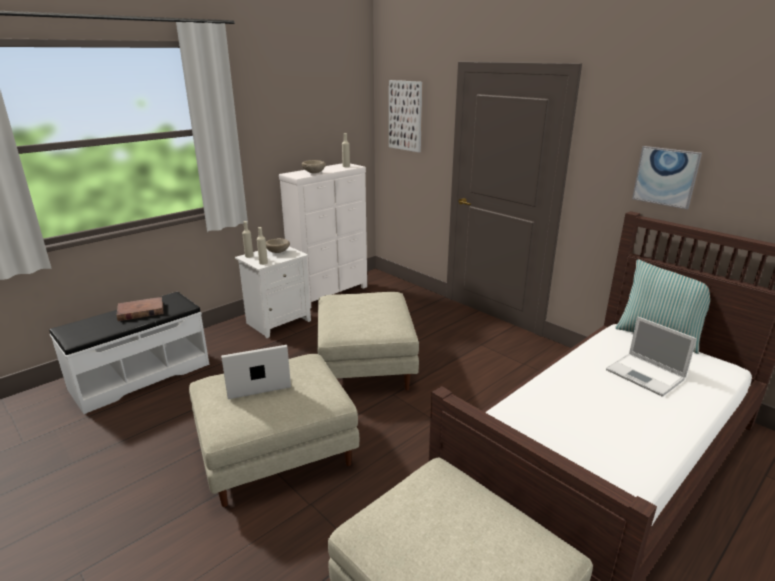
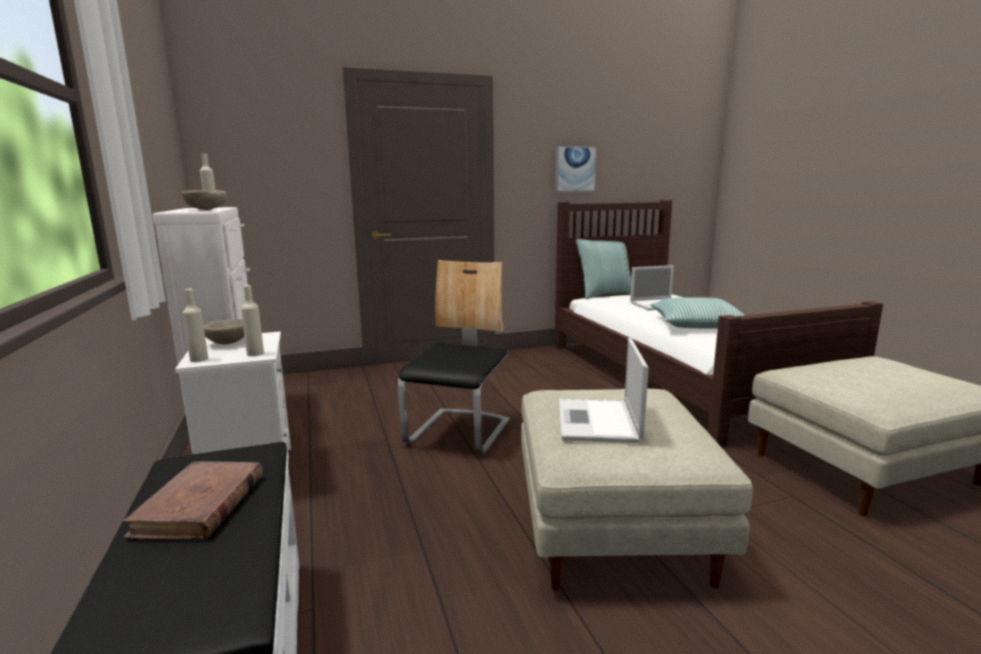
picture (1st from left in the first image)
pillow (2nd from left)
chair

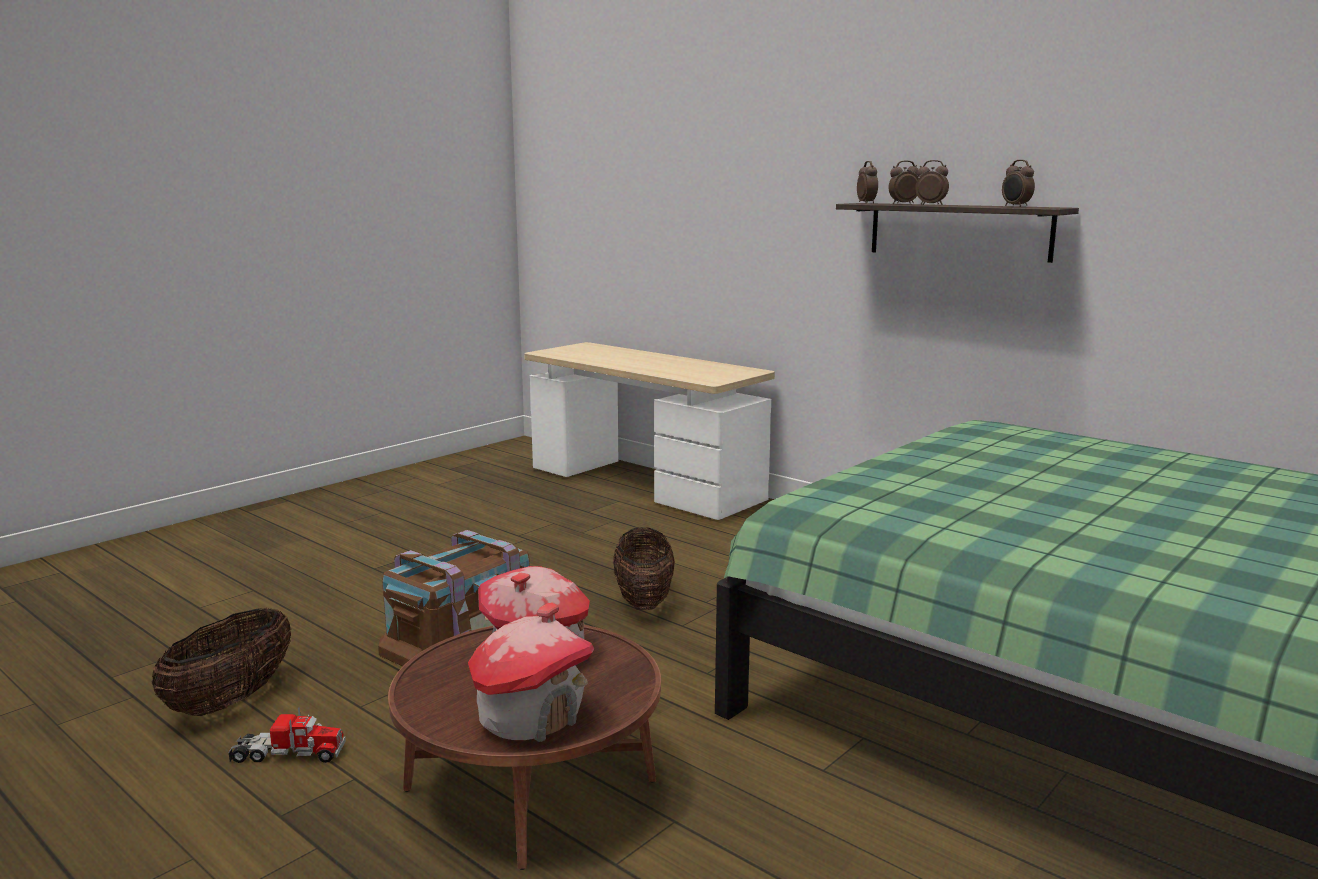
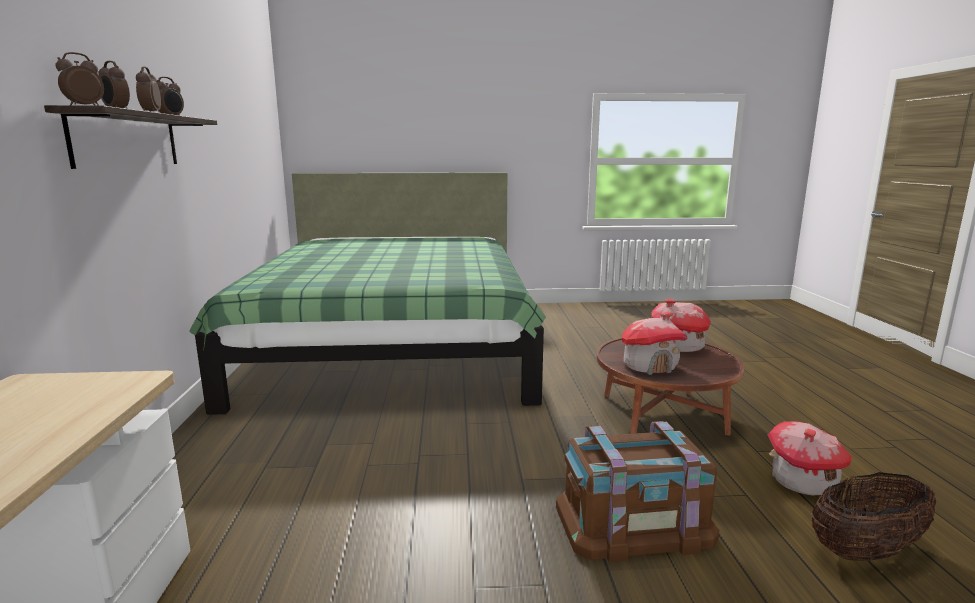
storage basket (2nd from left in the first image)
model house (3rd from left)

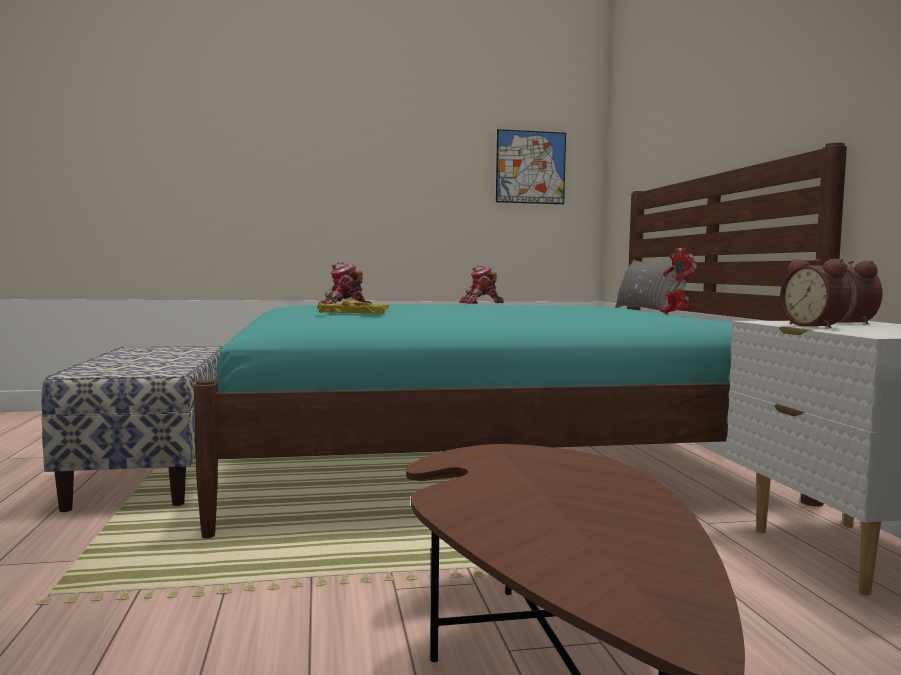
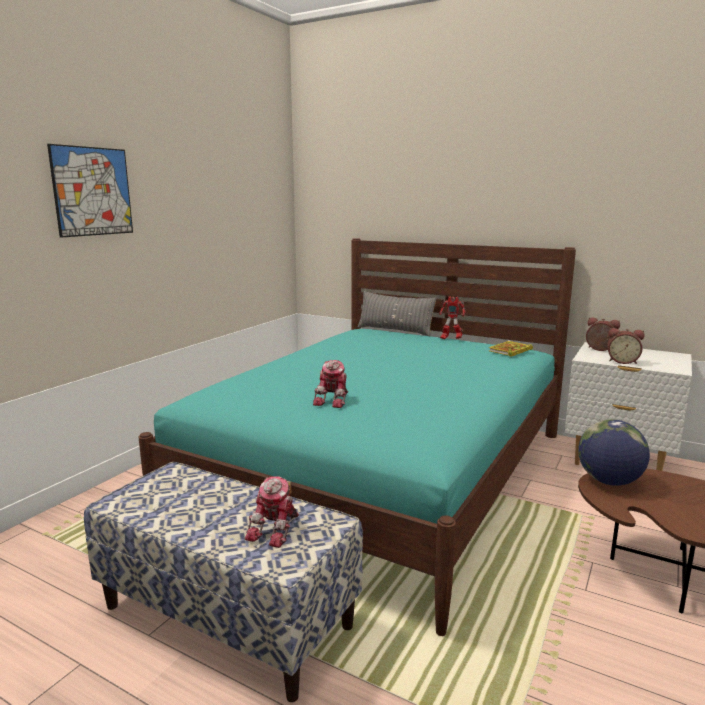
globe
book
toy robot (1st from left)
picture

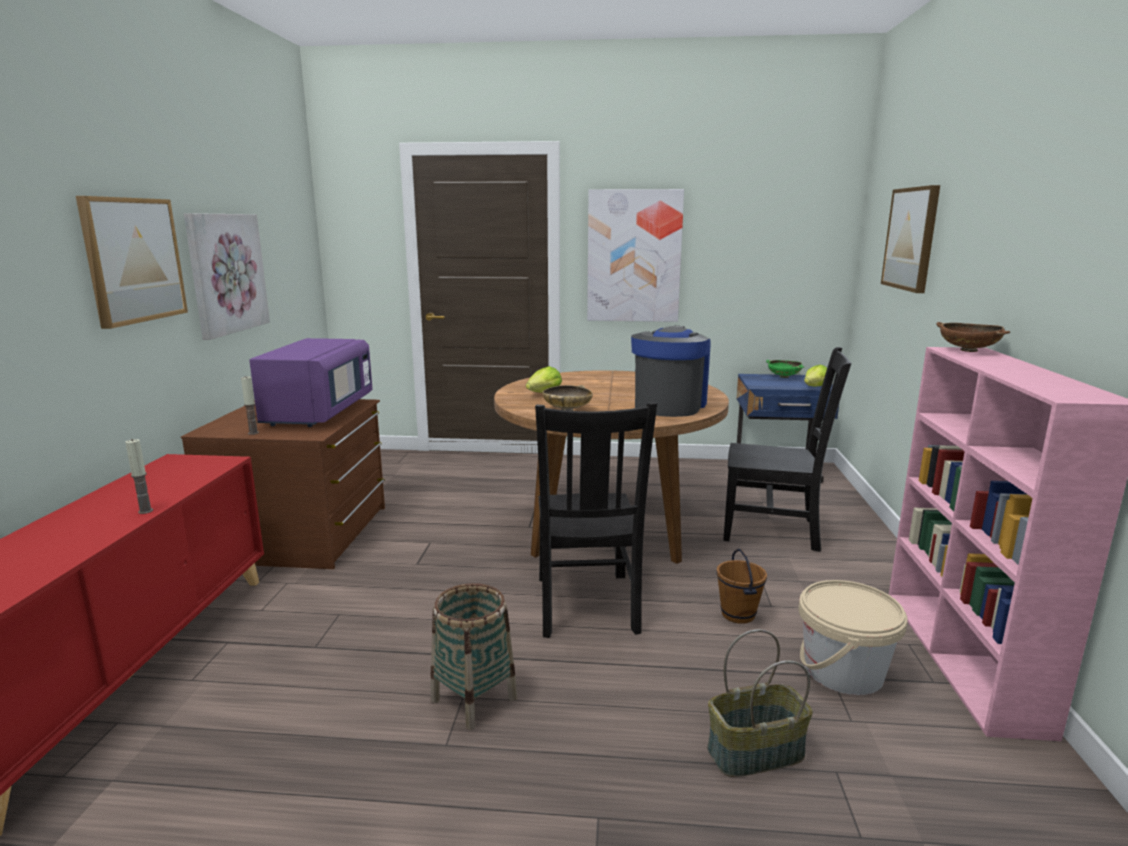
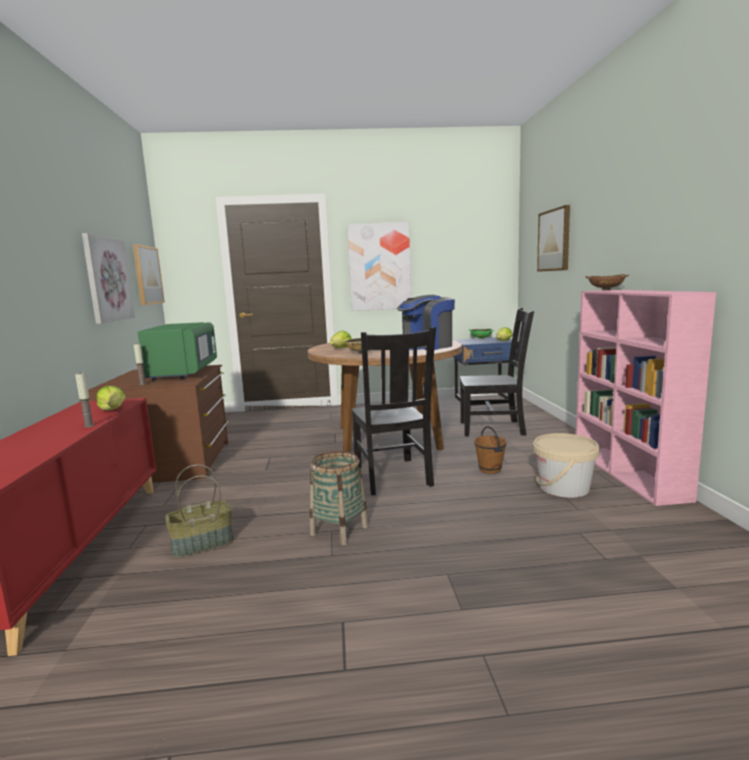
lettuce (1st from left)
picture (2nd from left)
storage basket (1st from left)
microwave oven/green-coloured
coffee maker

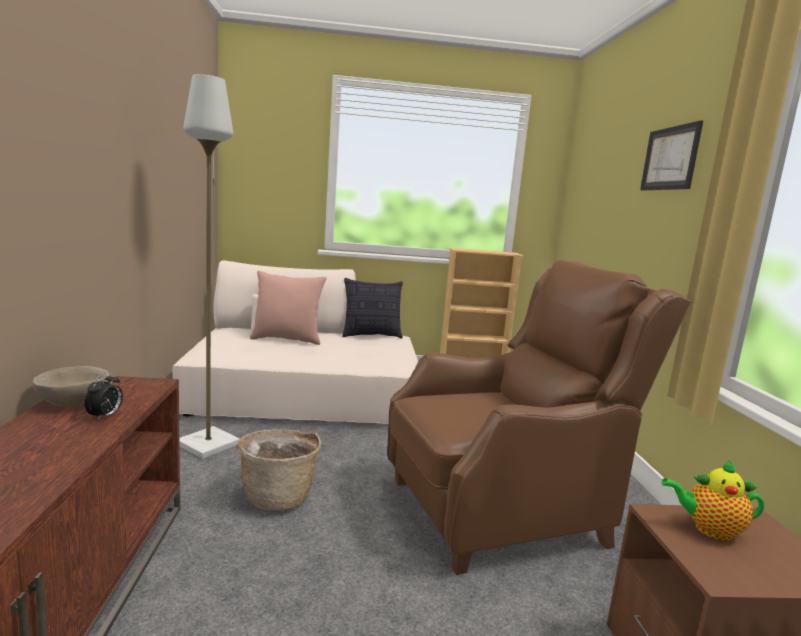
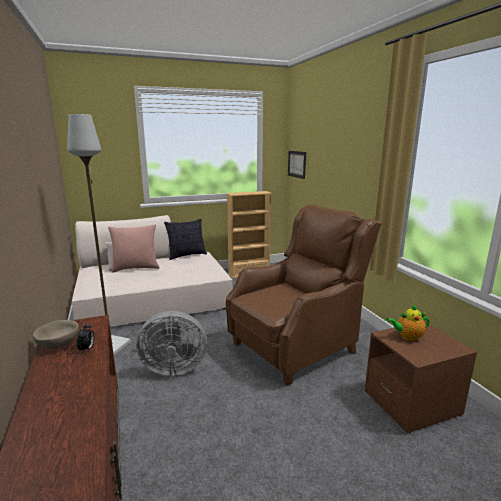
picture
electric fan/grey

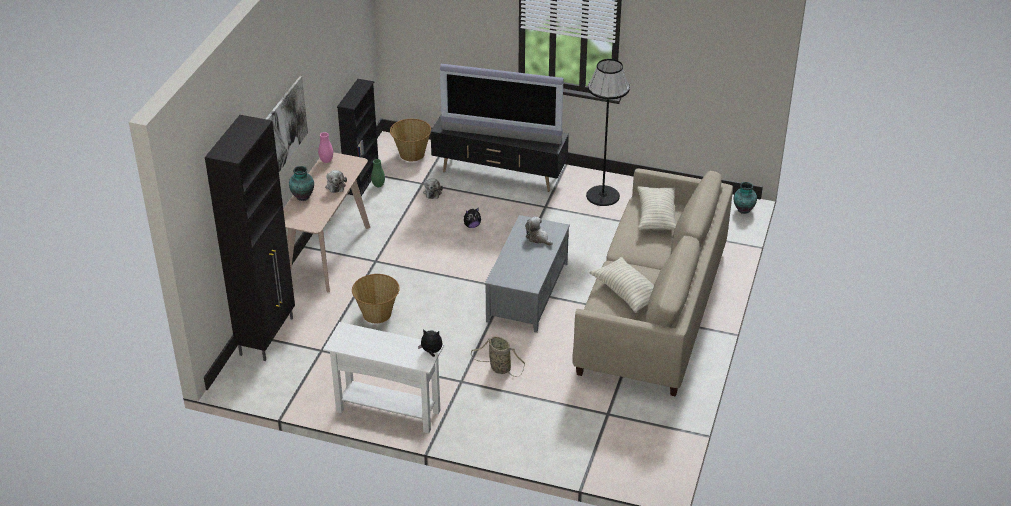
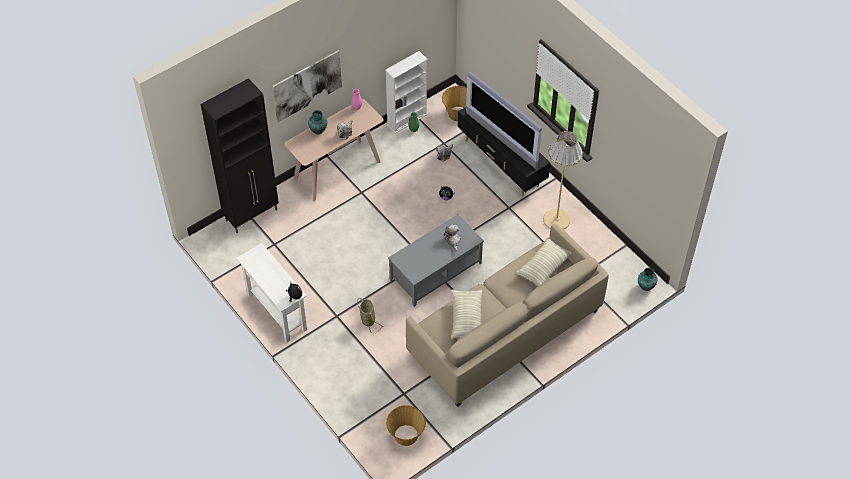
storage basket (2nd from left)
bookshelf/white
standing lamp/beige-coloured

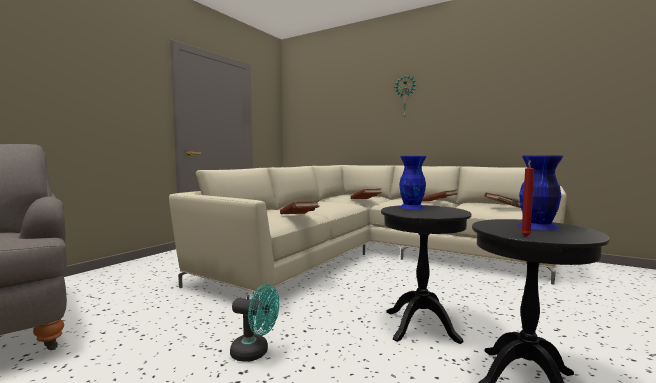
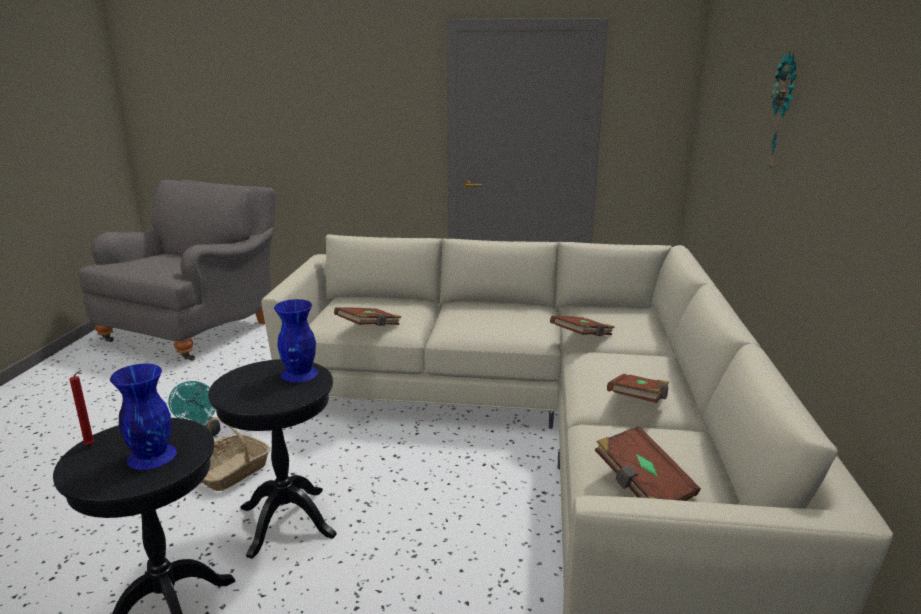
storage basket

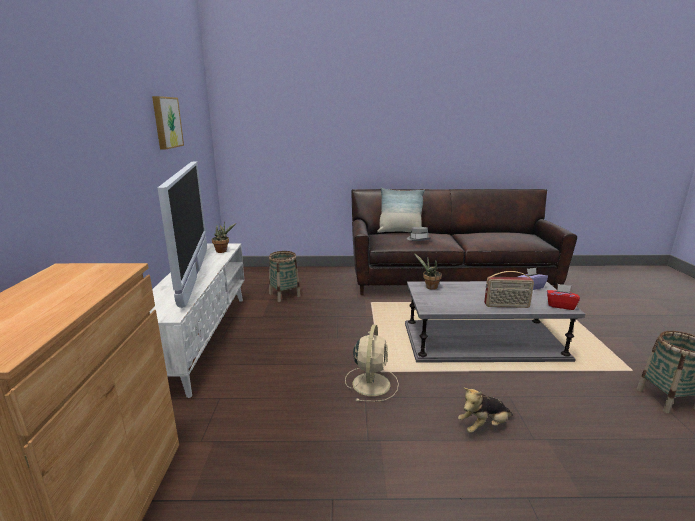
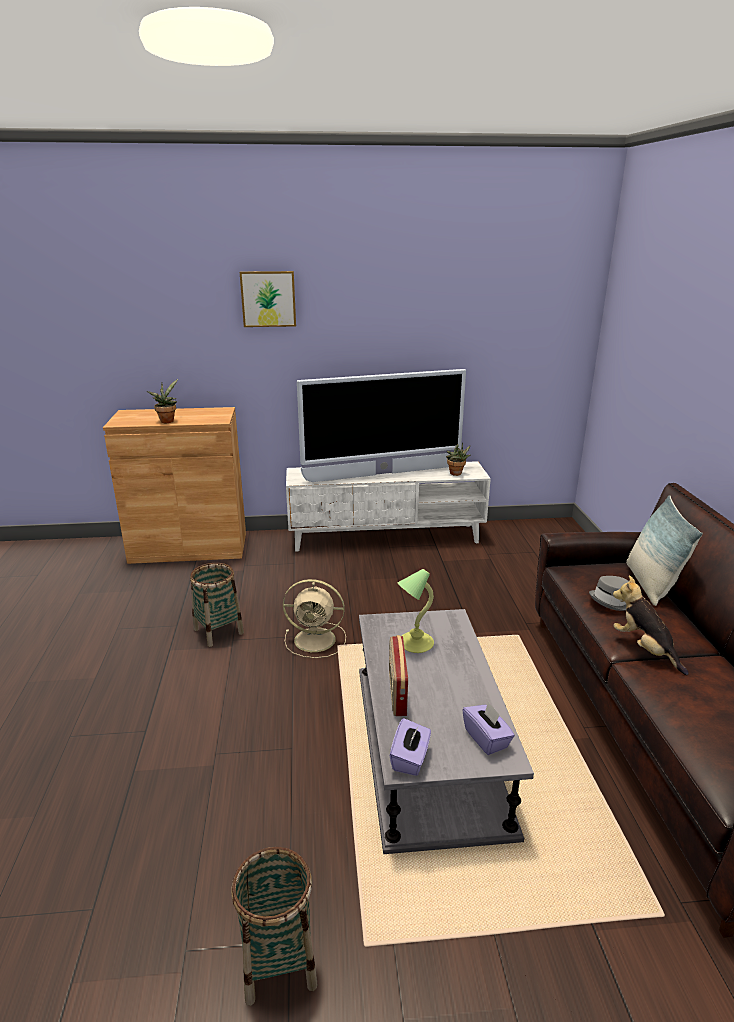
lamp for a table
picture
storage basket (1st from left)
plant in a pot (1st from left)
plush toy
box of tissues/purple-coloured (1st from left)

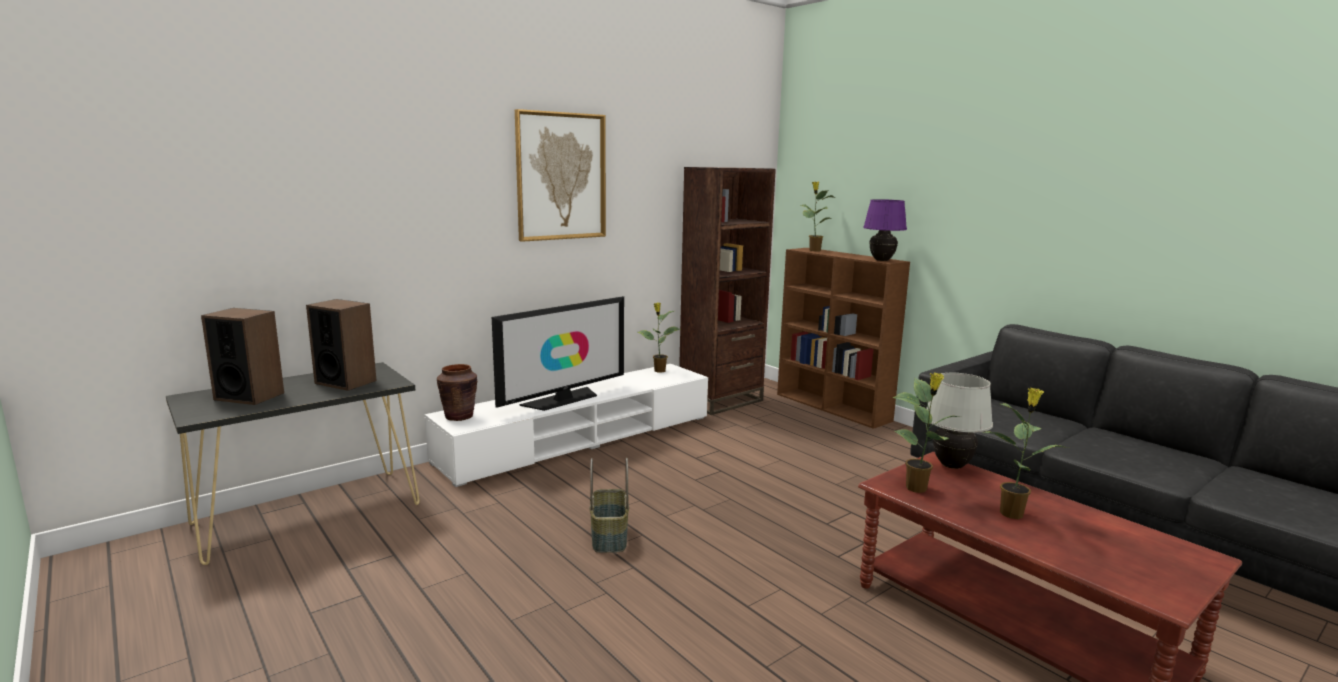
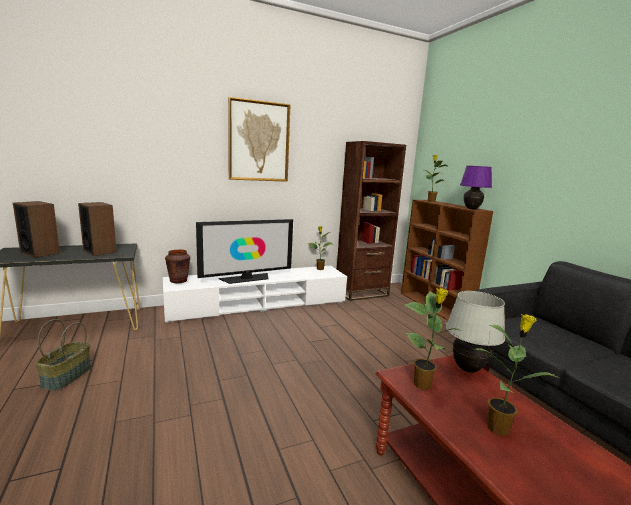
storage basket

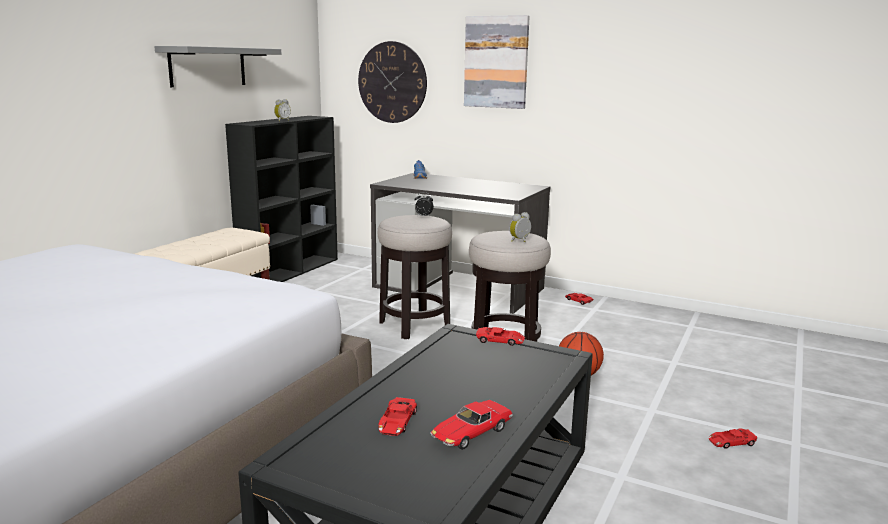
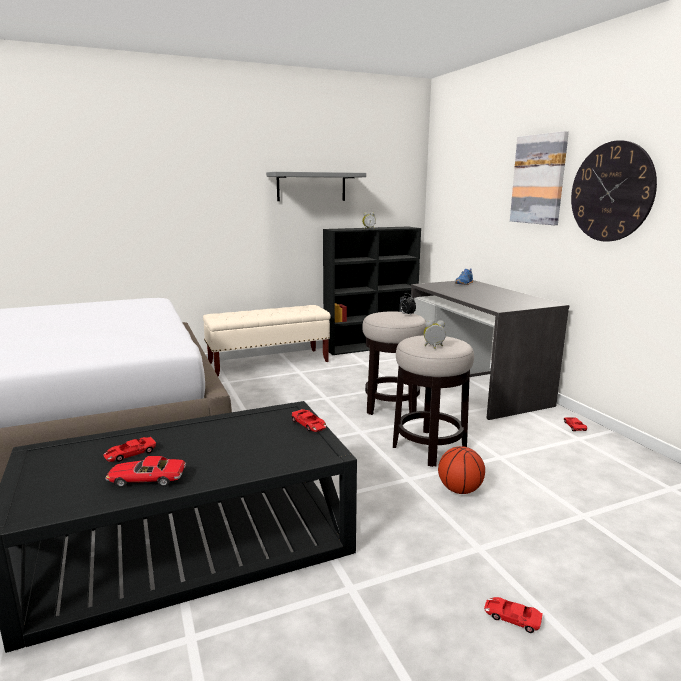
wall clock

